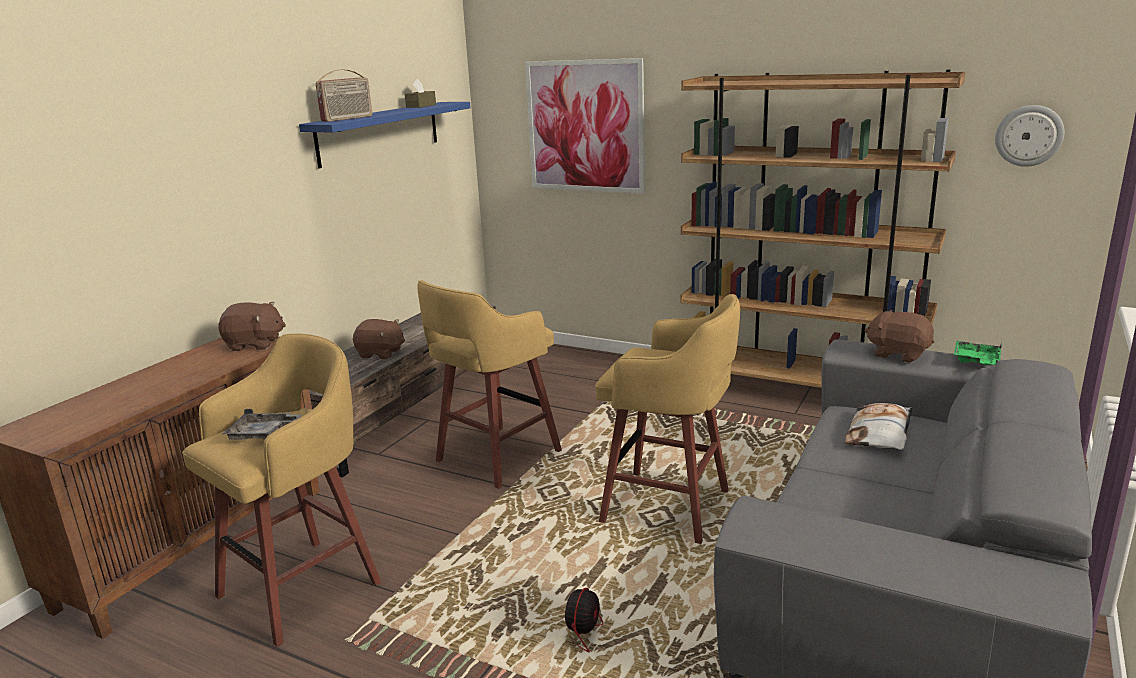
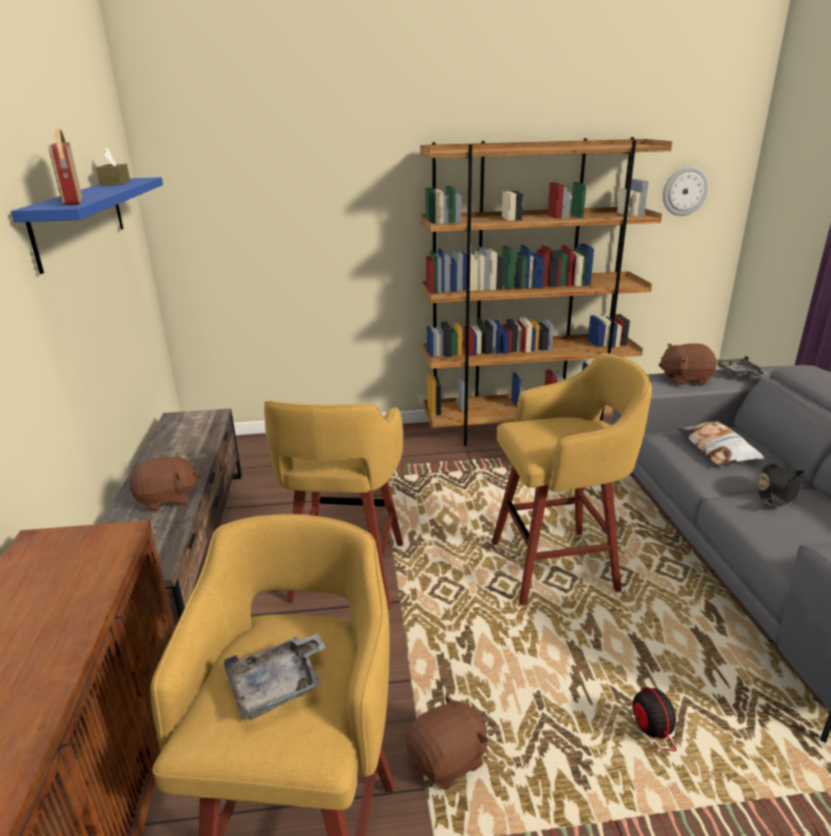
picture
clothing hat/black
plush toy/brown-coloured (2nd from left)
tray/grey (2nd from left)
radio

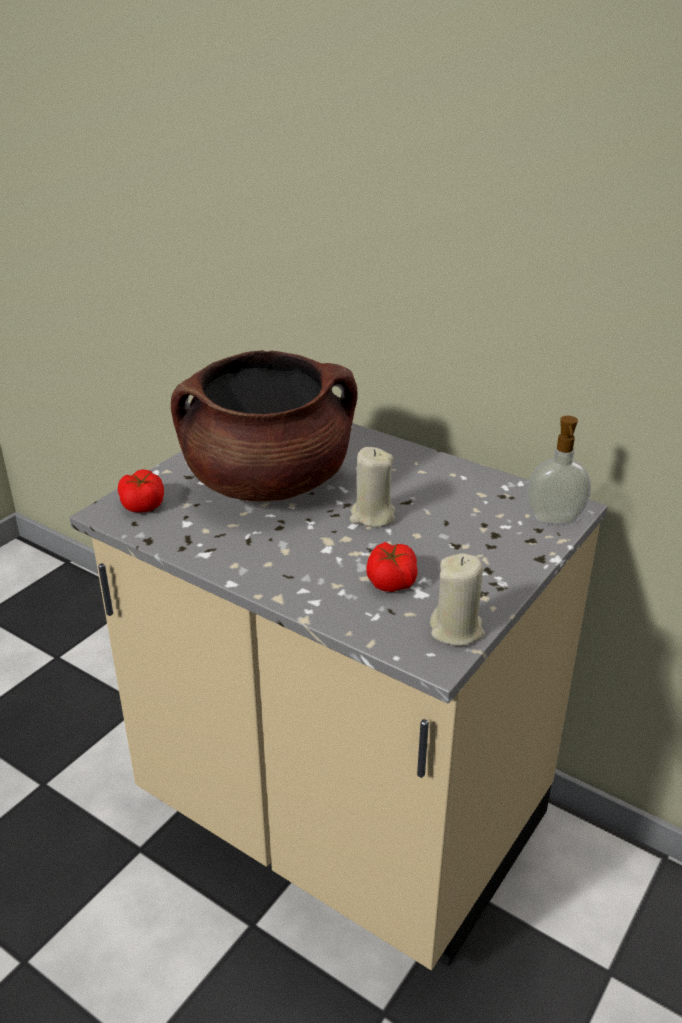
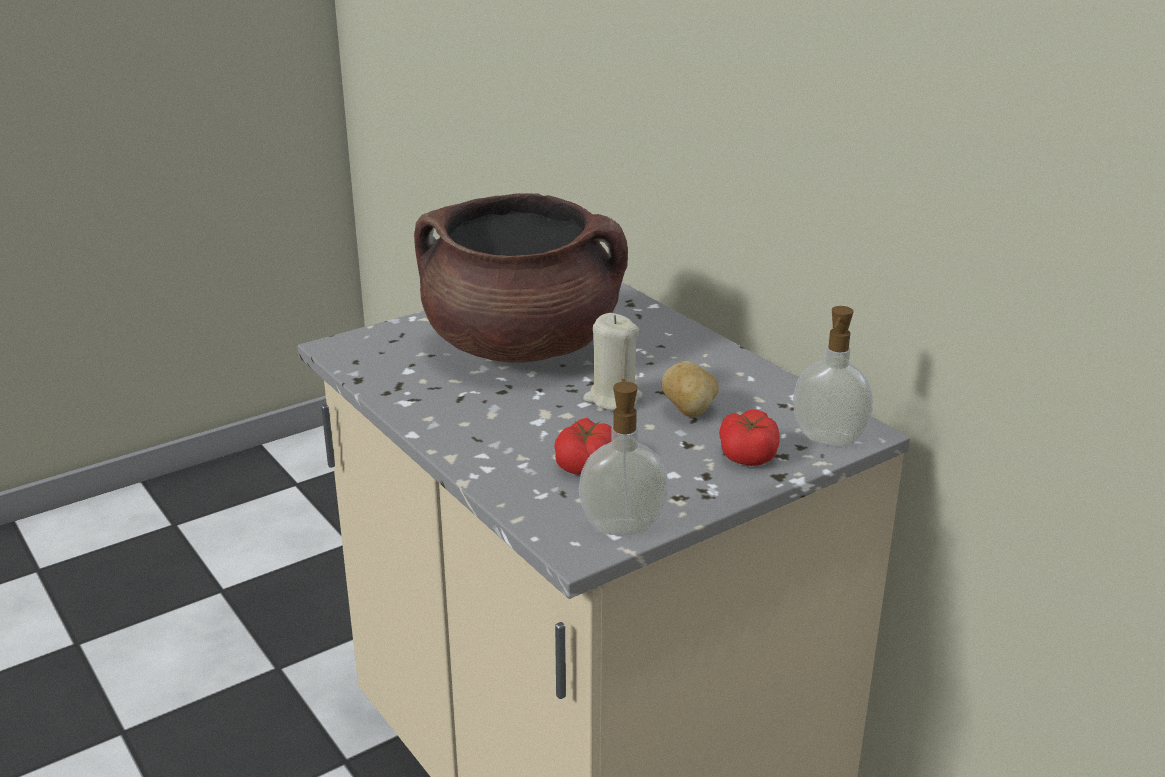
potato
fresh tomato (2nd from left)
soap bottle (1st from left)

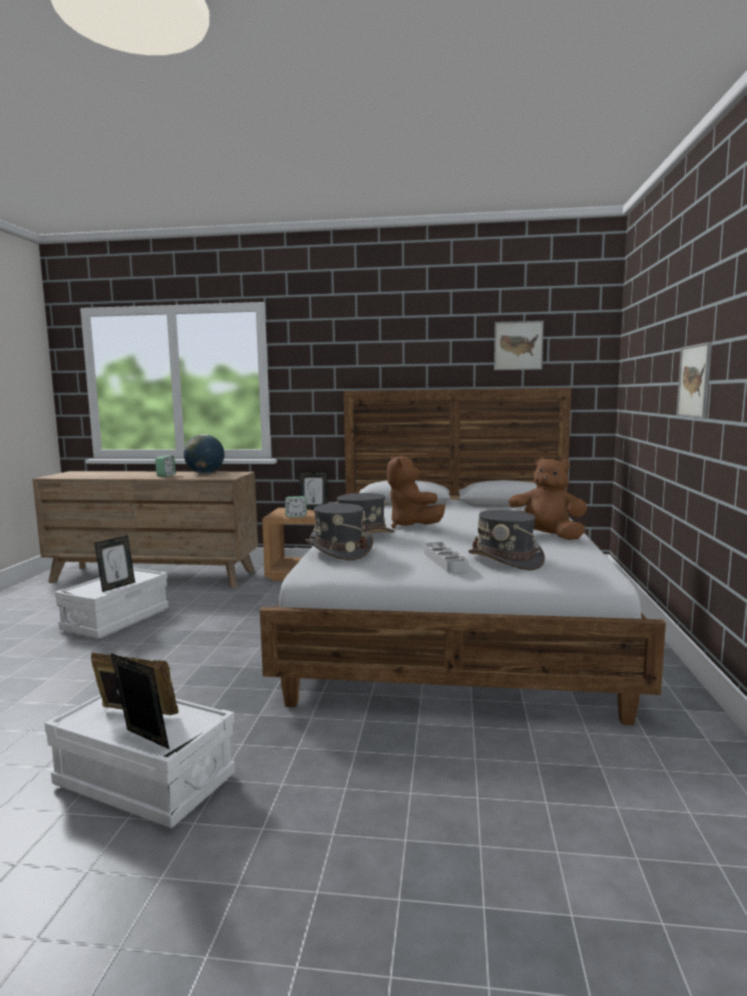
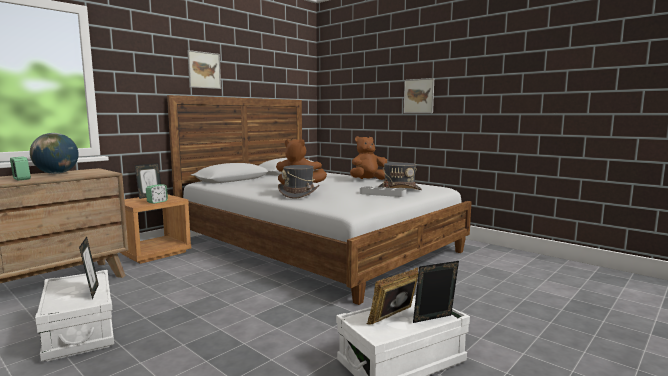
clothing hat/grey (1st from left in the first image)
picture (1st from left)

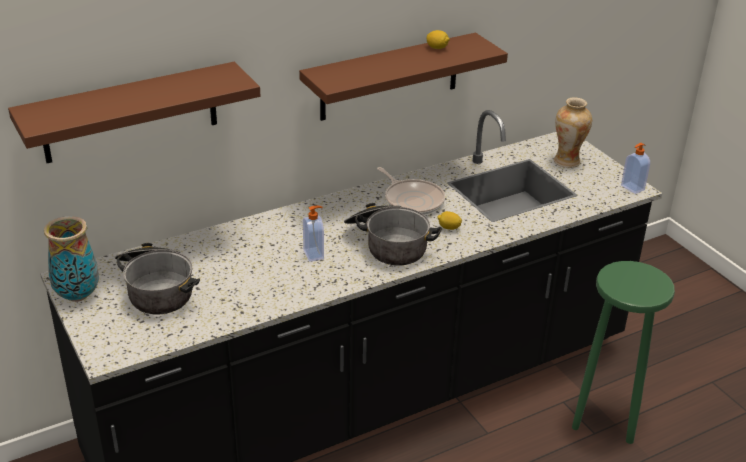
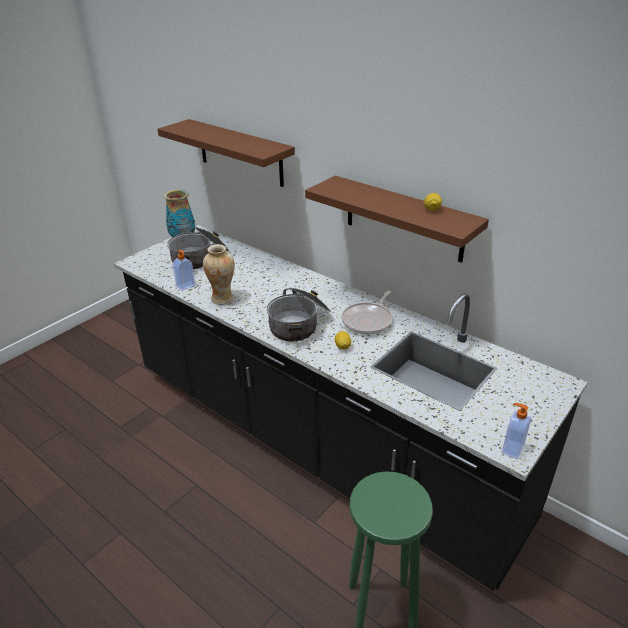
soap bottle (1st from left)
flower vase (2nd from left)

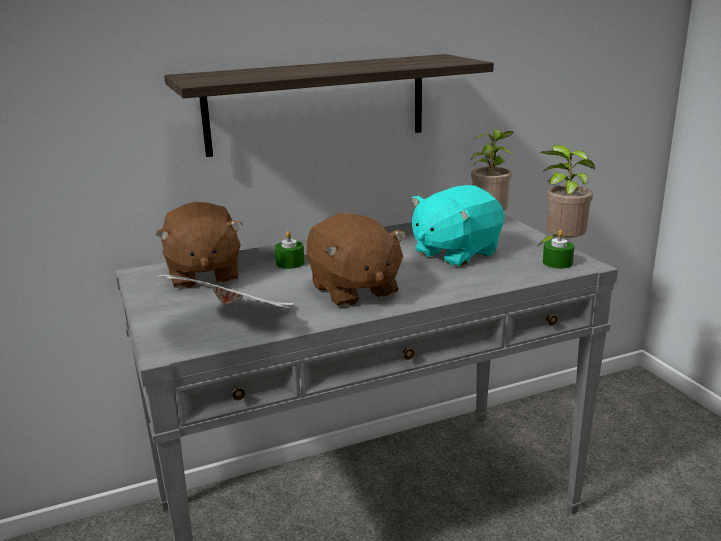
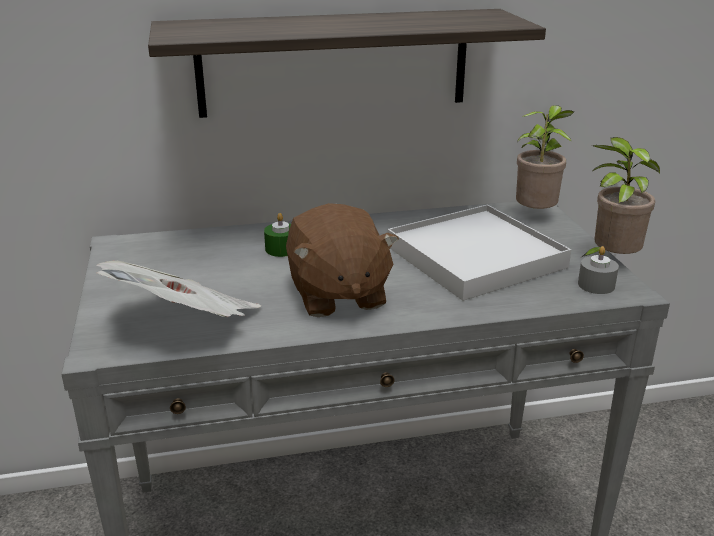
plush toy/brown-coloured (1st from left in the first image)
tray/white
wax candle/grey

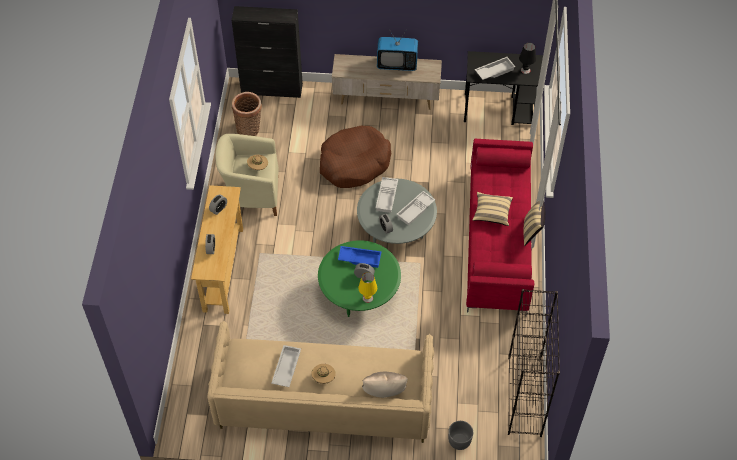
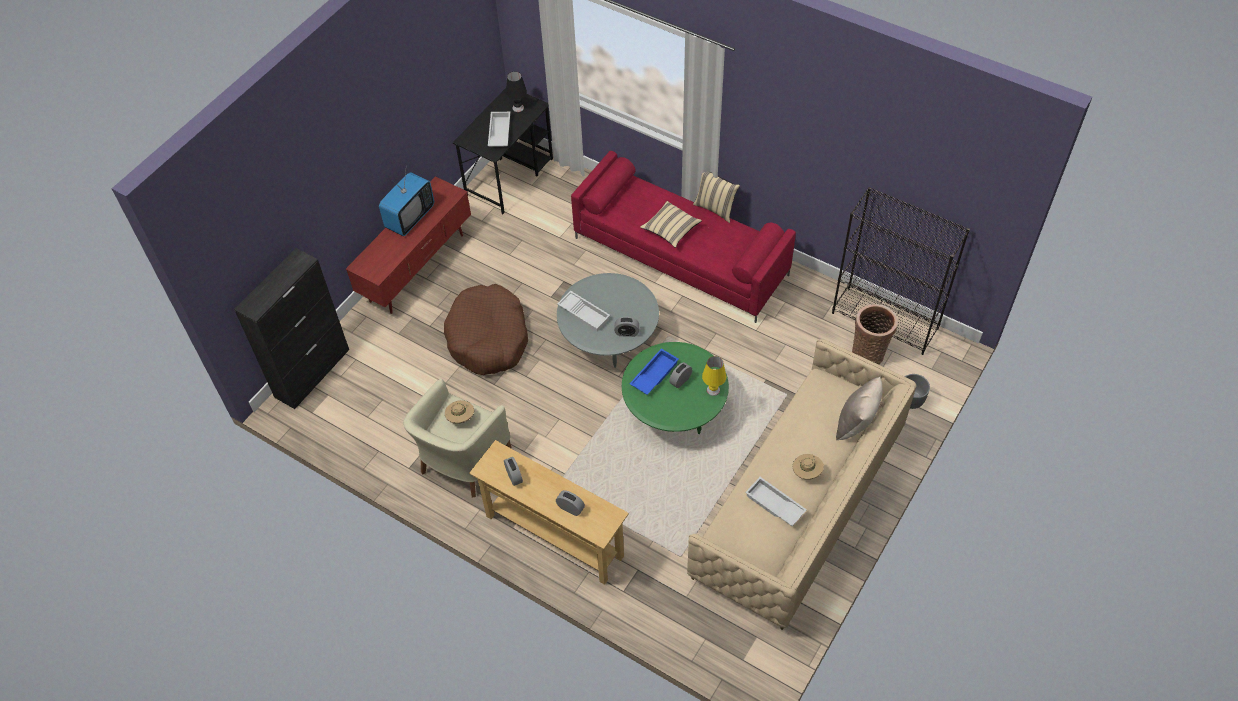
tray/white (3rd from left in the first image)
storage basket
tv unit/red-coloured

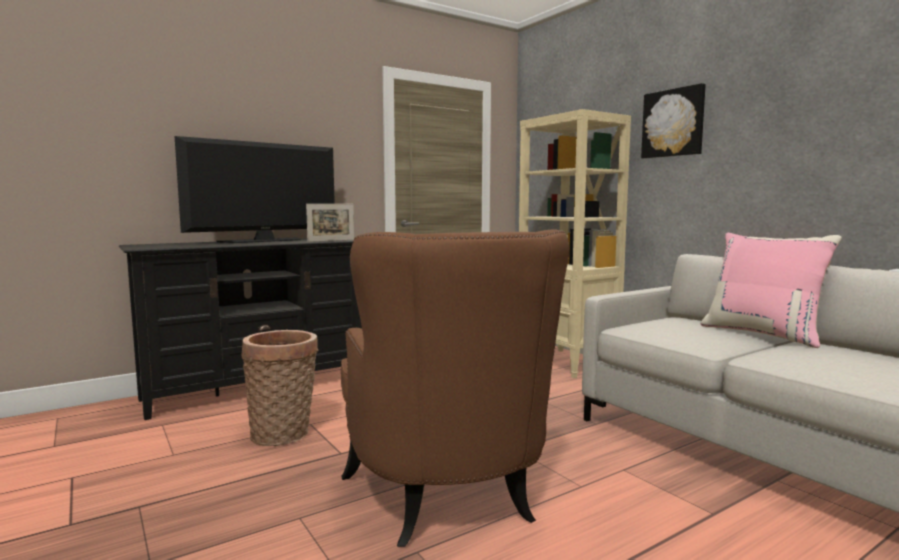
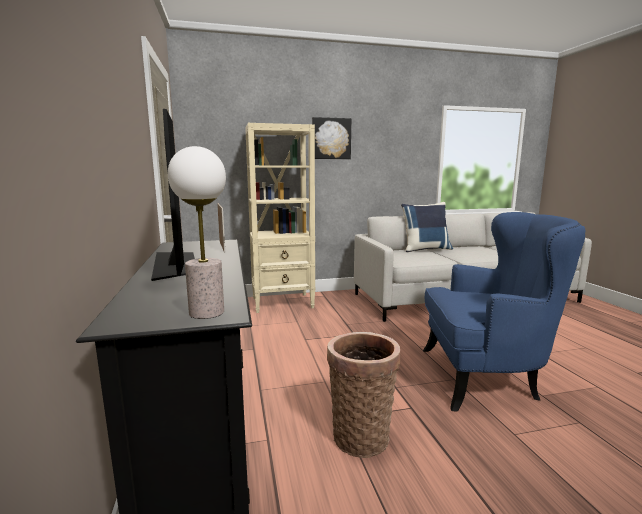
lamp for a table
armchair/bluish
pillow/bluish

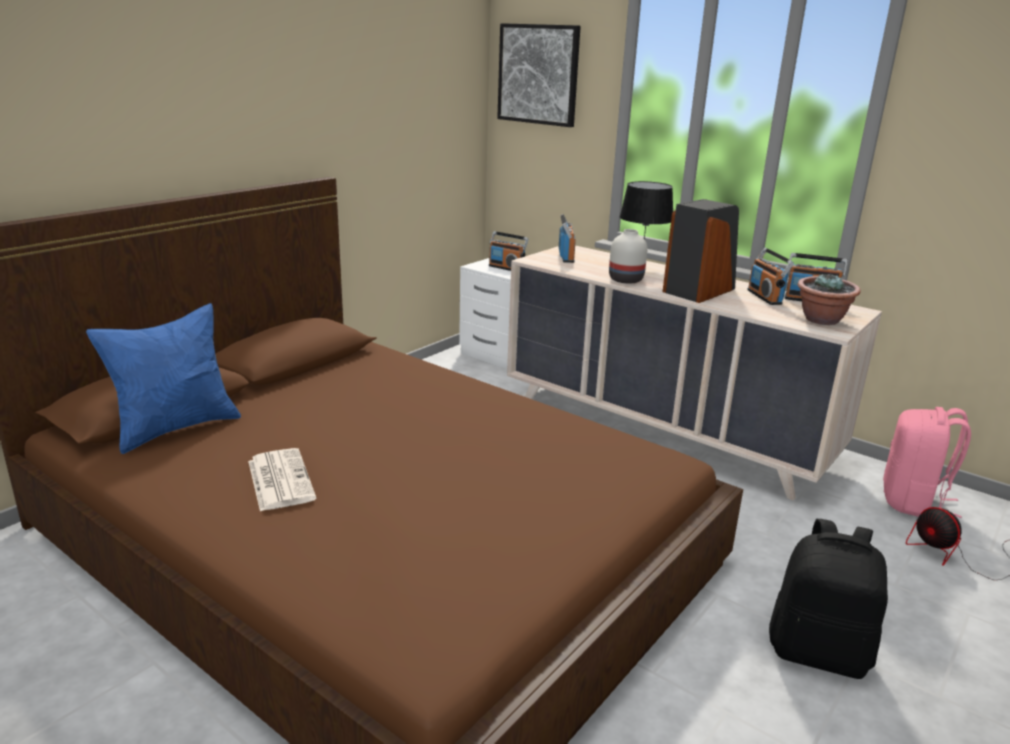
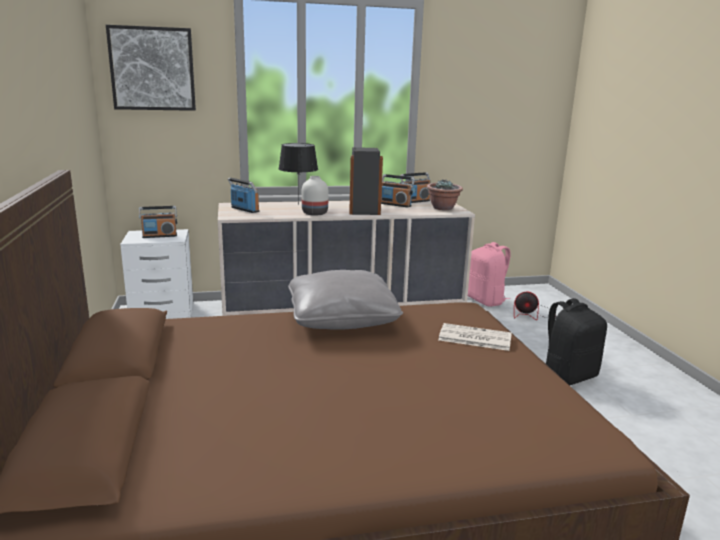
pillow/bluish
pillow/grey
printed paper

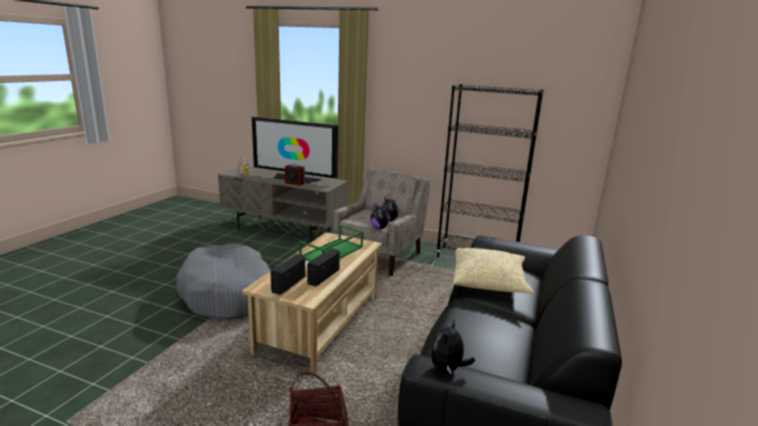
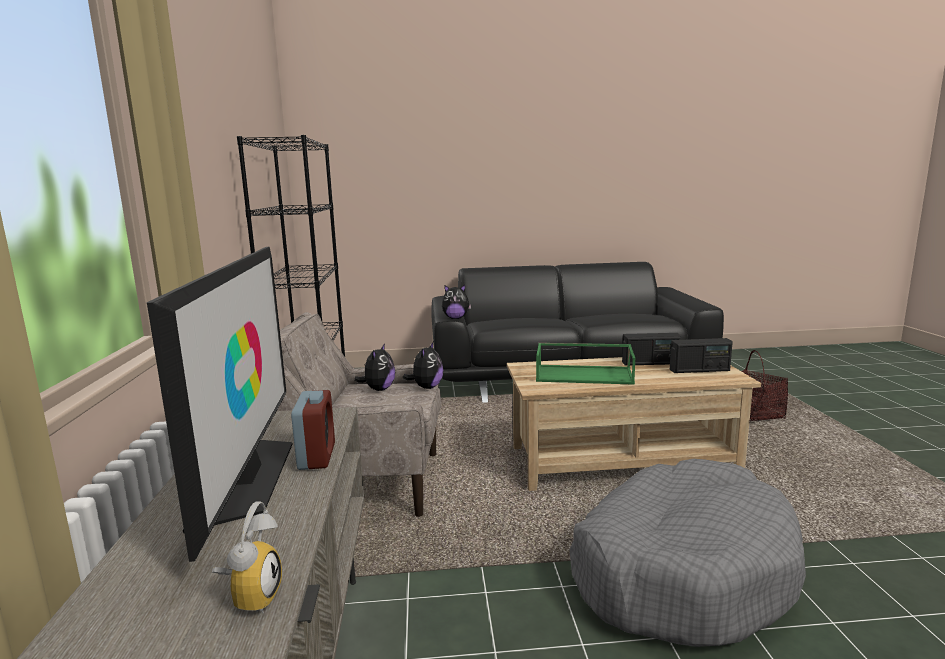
pillow/beige-coloured
plush toy (3rd from left)

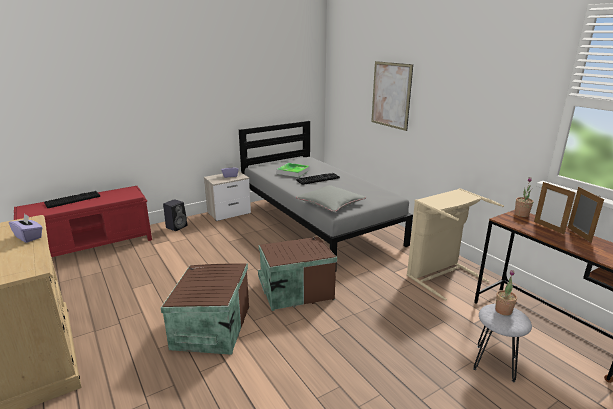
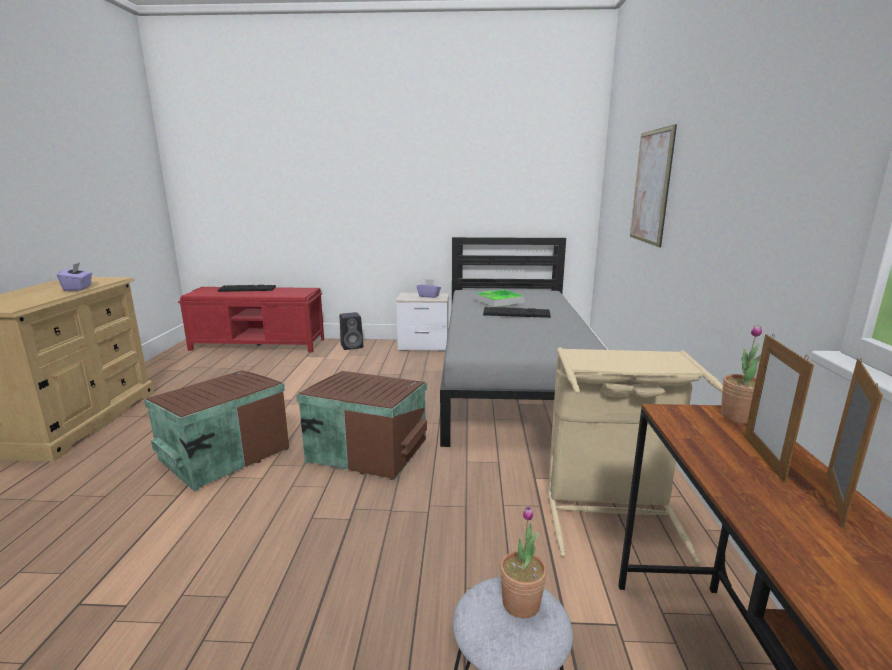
pillow/grey

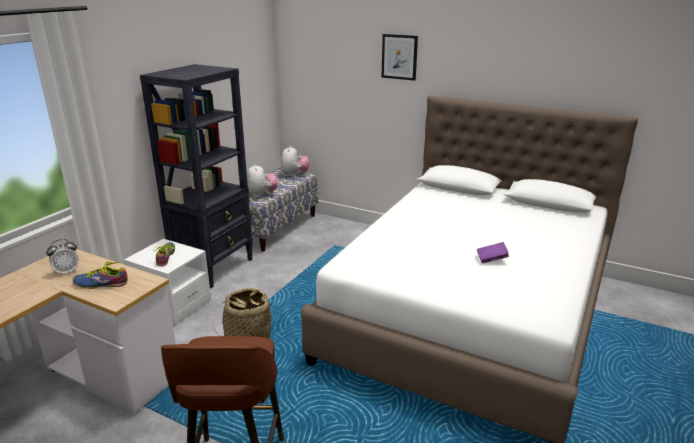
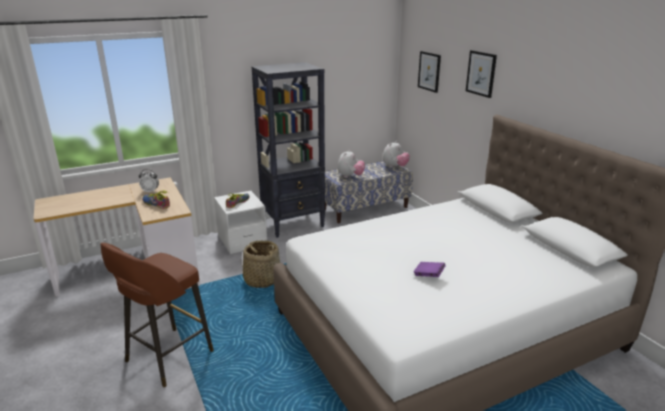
picture (1st from left)

